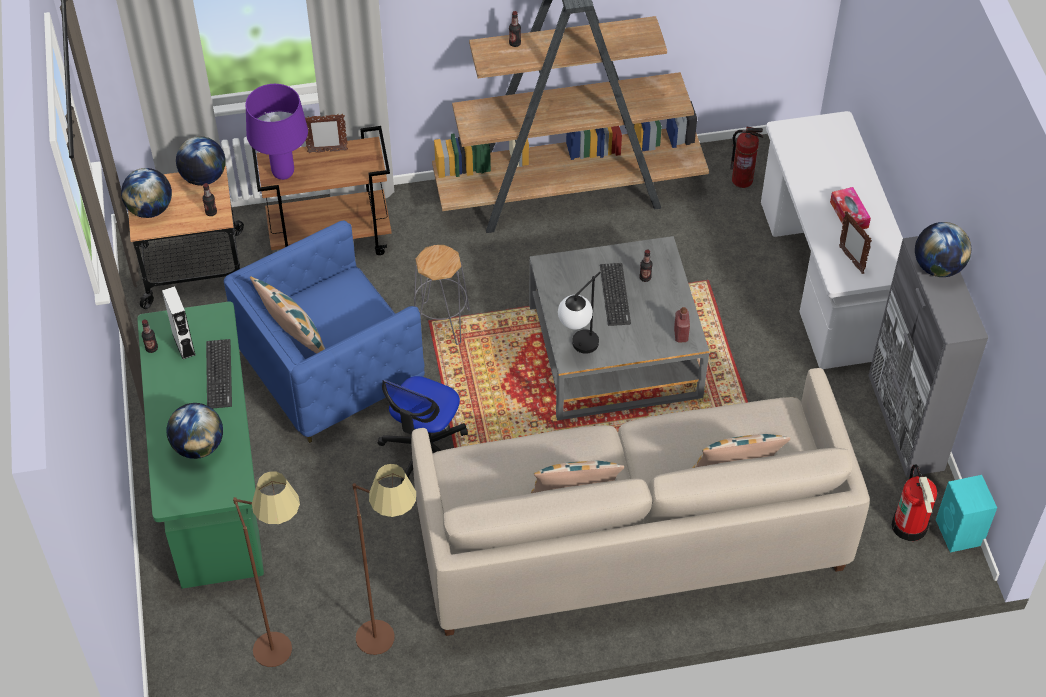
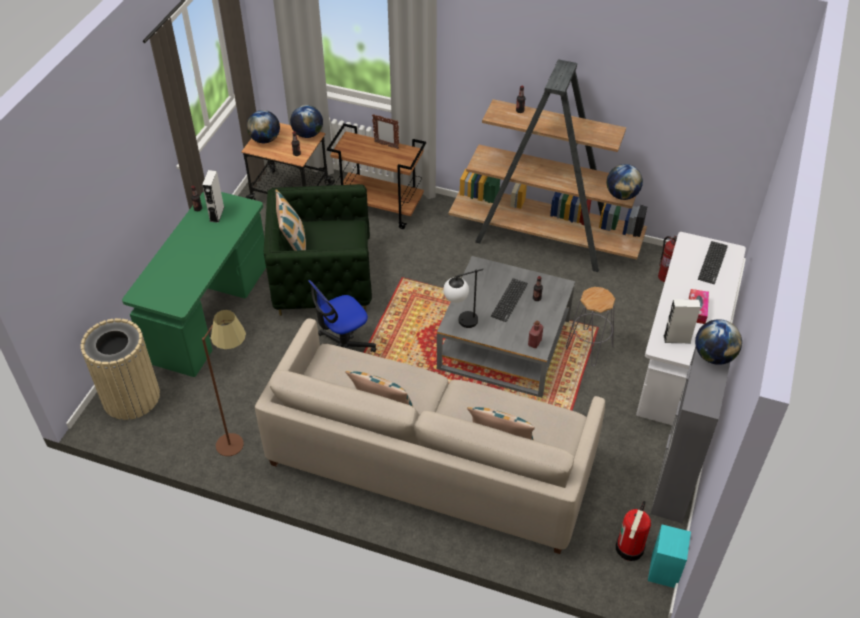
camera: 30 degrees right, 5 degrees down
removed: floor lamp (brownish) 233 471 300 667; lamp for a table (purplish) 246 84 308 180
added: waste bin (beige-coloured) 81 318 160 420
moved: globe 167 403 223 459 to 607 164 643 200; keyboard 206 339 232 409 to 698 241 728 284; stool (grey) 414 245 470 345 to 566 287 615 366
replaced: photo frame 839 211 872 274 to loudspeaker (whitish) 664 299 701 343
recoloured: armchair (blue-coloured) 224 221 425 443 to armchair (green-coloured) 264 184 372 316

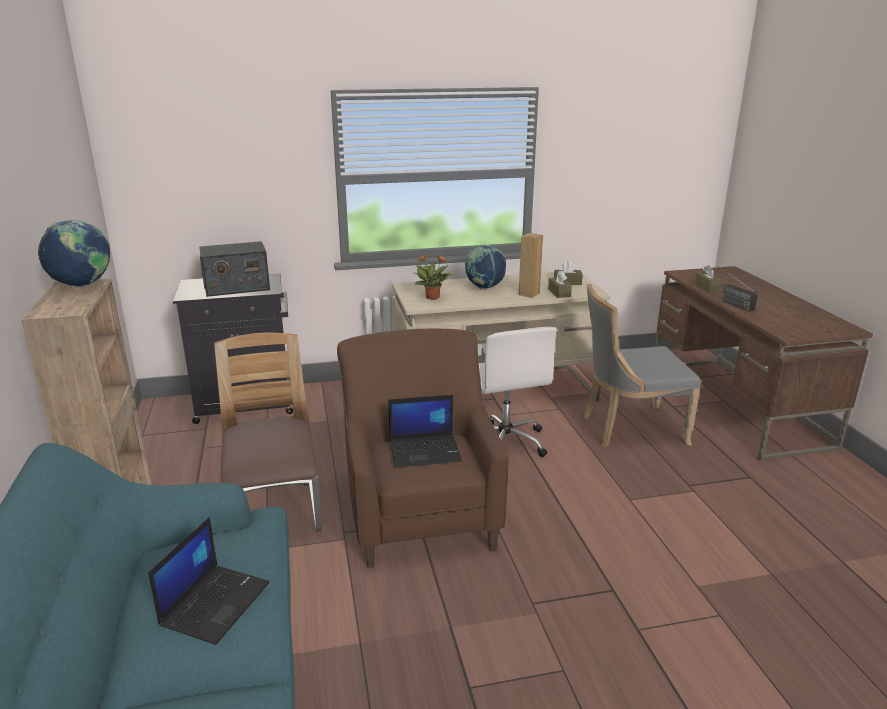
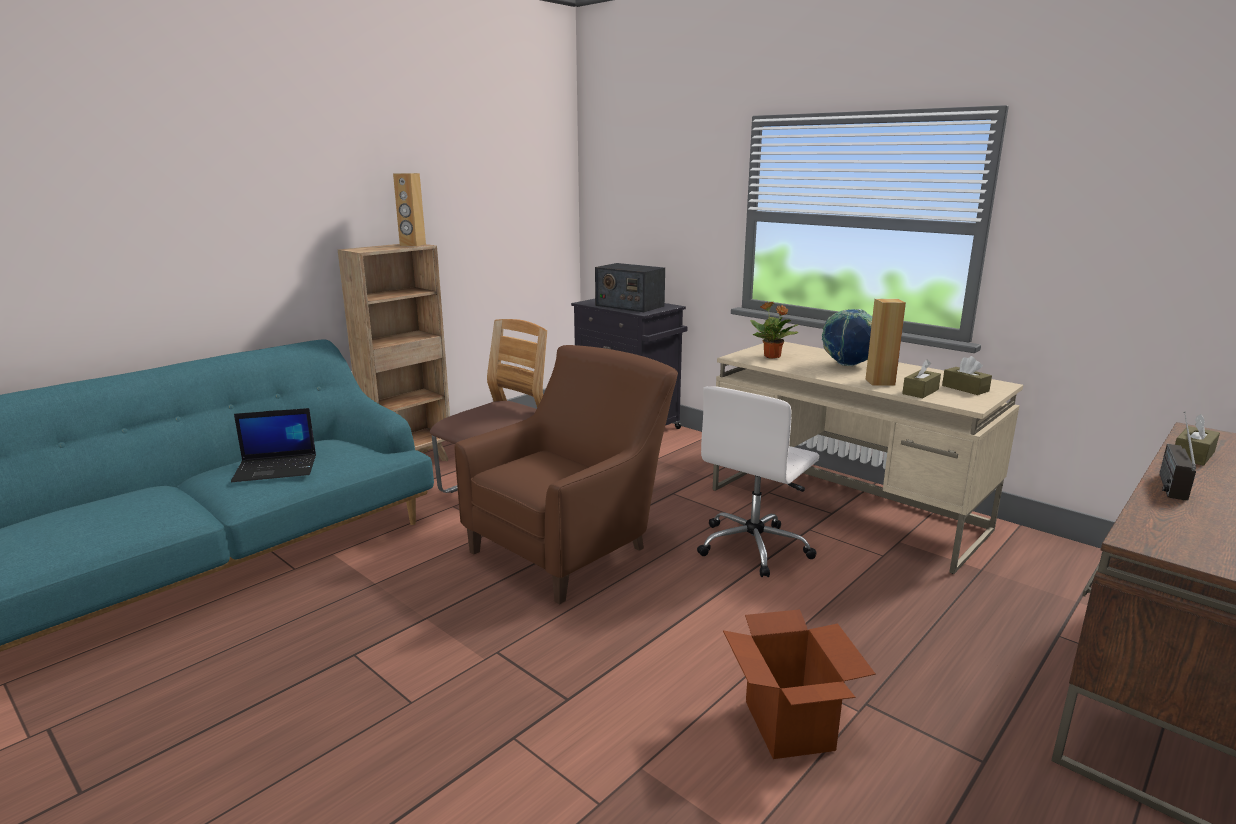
camera: 55 degrees right, 5 degrees down
removed: notebook computer 388 395 462 468; plain chair (grey) 583 284 701 447
added: carton 723 609 876 759
replaced: globe 38 220 110 288 to loudspeaker (brownish) 393 173 426 247

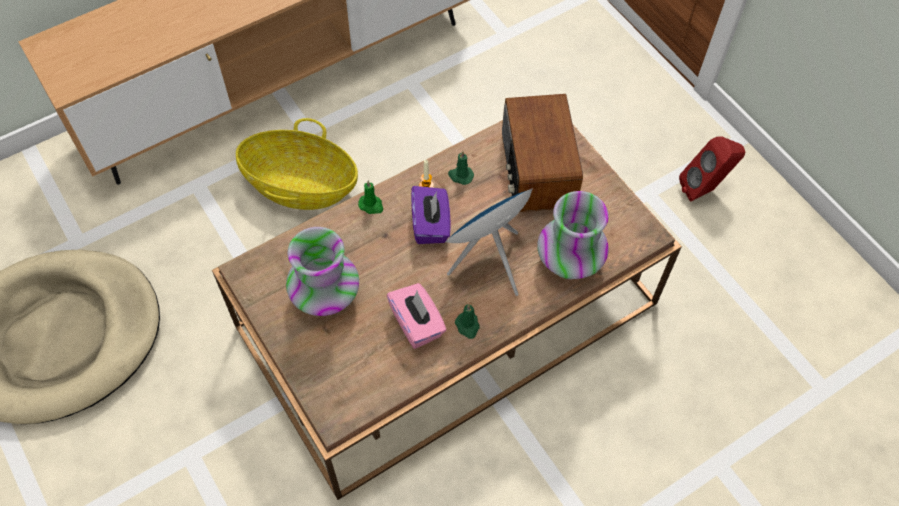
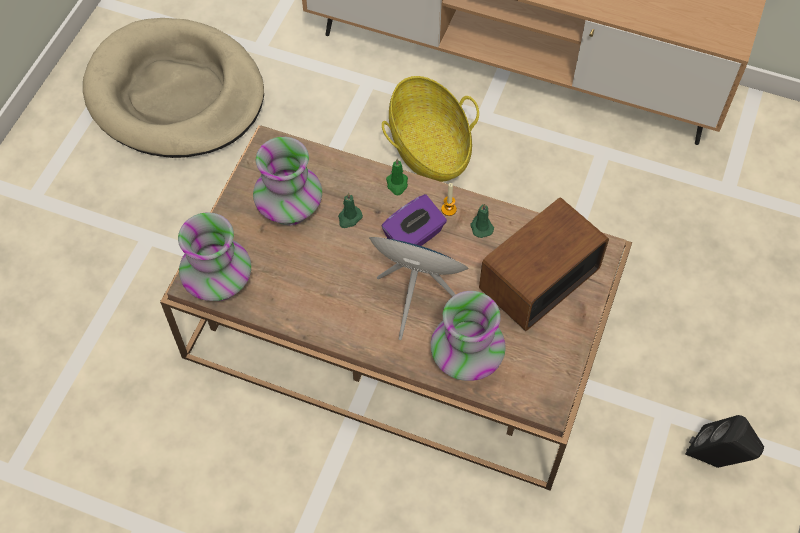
camera: 55 degrees right, 0 degrees up
removed: tissue holder (pink) 387 283 446 349
added: decorative vase 178 212 251 301
moved: wax light (green-coloured) 455 304 479 339 to 338 193 363 228
recoloured: loudspeaker (red-coloured) 679 136 745 202 to loudspeaker (black) 685 415 764 468

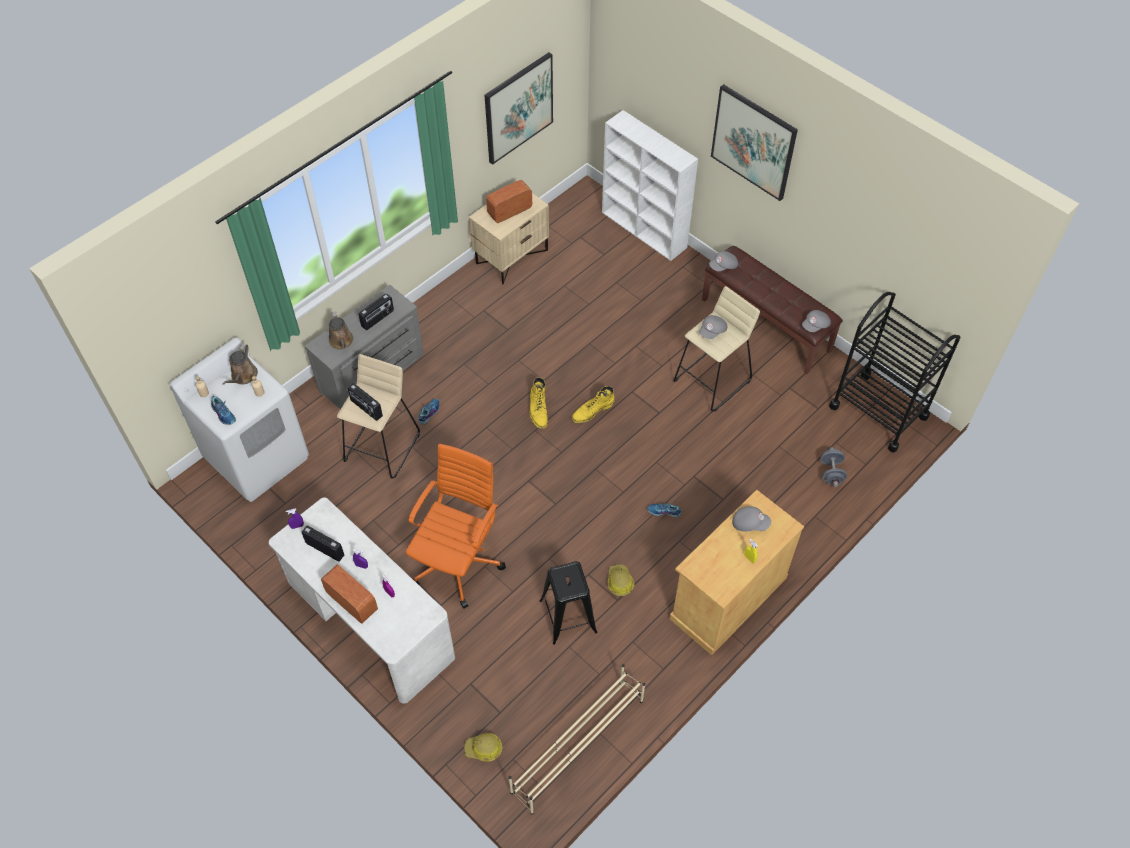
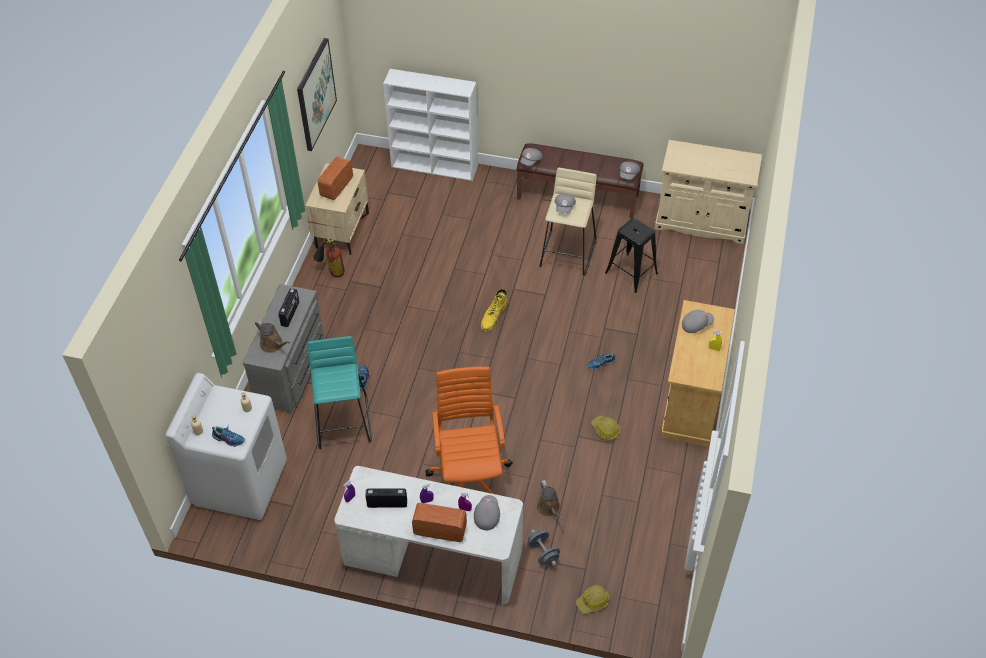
camera: 30 degrees left, 5 degrees down
removed: radio set 347 383 383 421; shoe rack (beige-coloured) 509 664 645 815; high-top boot (yellowish) 530 377 548 429; picture 711 84 798 201
added: fire-fighting cylinder 313 237 345 278; peaked cap (grey) 474 495 500 530
moved: watering pot (brownish) 222 344 258 385 to 536 480 562 520; stool (black) 540 561 597 645 to 605 218 658 293; dumbbell (grey) 820 447 847 487 to 527 529 560 566
replaced: wheeled cart (black) 829 292 961 453 to storage cabinet (beige-coloured) 655 140 762 244
recoloured: stool (beige-coloured) 337 354 420 478 to stool (blue-green) 307 336 372 449

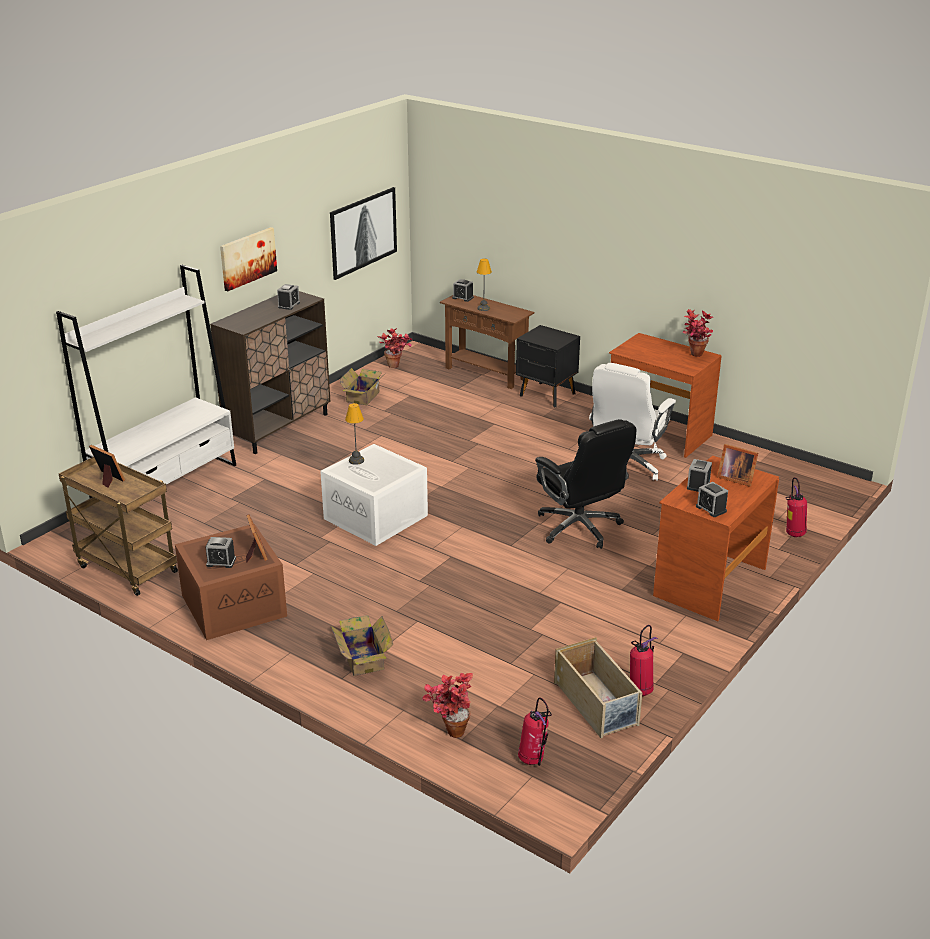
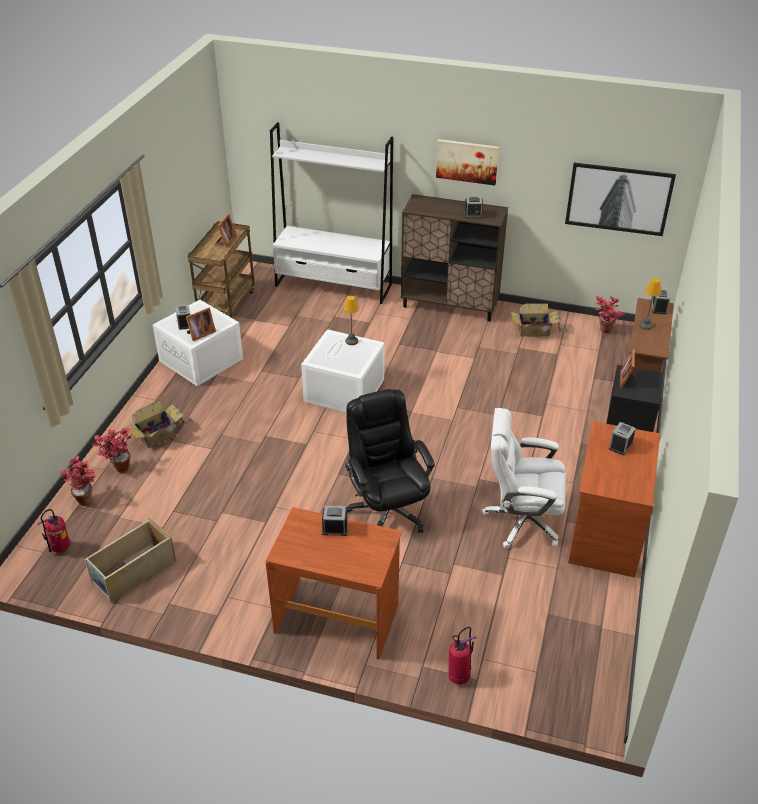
camera: 70 degrees right, 10 degrees up
removed: fire-fighting cylinder 630 625 658 696
moved: houseplant 683 309 713 357 to 92 428 132 473; table clock 696 482 728 517 to 609 422 636 455; photo frame 717 444 758 487 to 620 349 637 388
recoloured: storage box (brownish) 175 524 287 640 to storage box (whitish) 153 300 243 386
turned: computer chair (black) 535 419 636 549 = 345 389 435 533 120 degrees clockwise

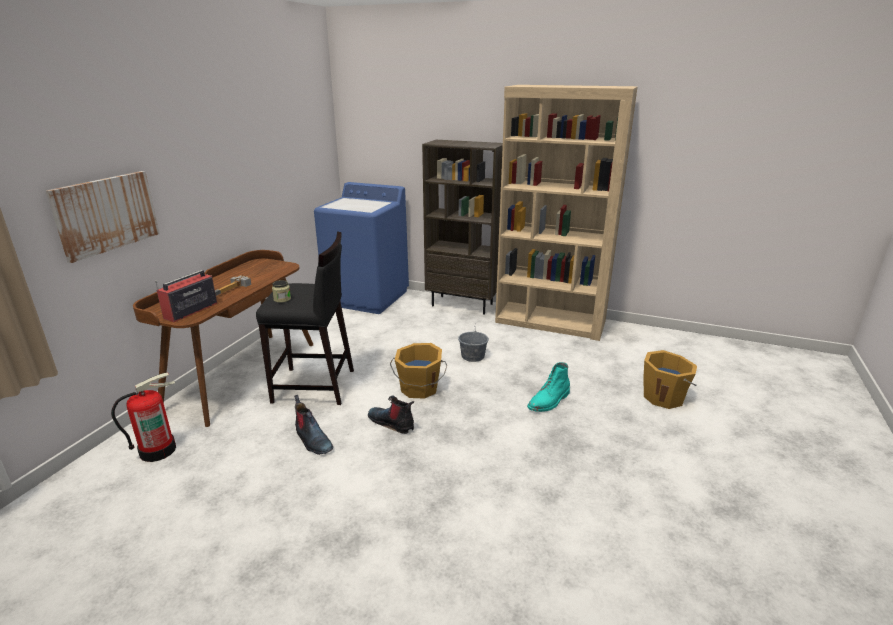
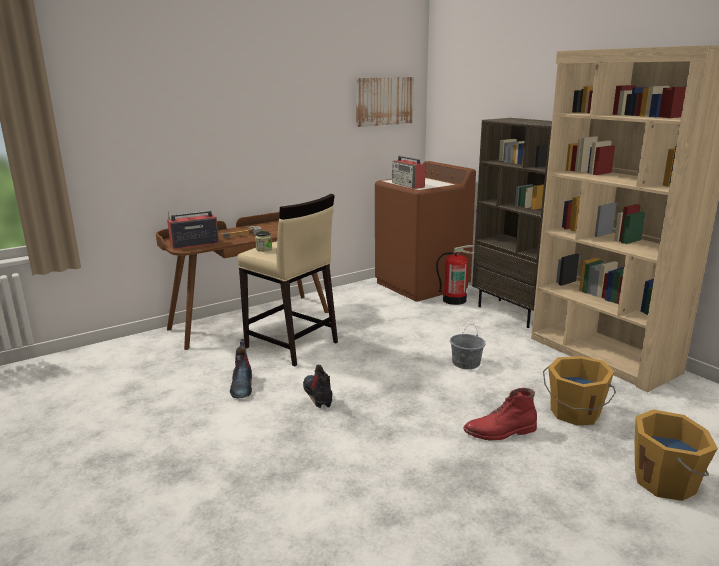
camera: 35 degrees right, 5 degrees down
added: radio set 392 156 426 189
moved: picture 46 171 160 263 to 356 77 414 127; fire-fighting cylinder 111 372 176 462 to 436 245 475 305; pail (orangey) 390 343 447 399 to 543 356 616 425
recoloured: stool (black) 256 231 354 405 to stool (beige-coloured) 237 194 338 366; laundry appliance (blue-coloured) 314 182 409 314 to laundry appliance (brownish) 375 161 476 302; high-top boot (blue-green) 527 362 570 412 to high-top boot (red-coloured) 463 388 537 441

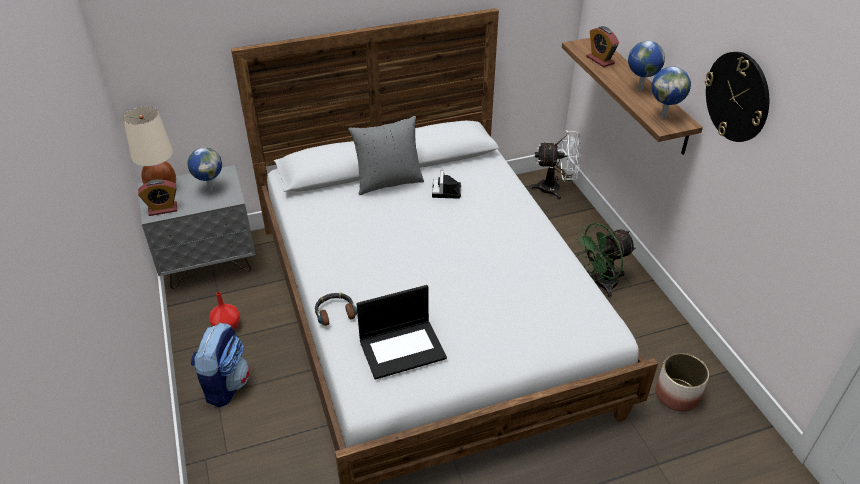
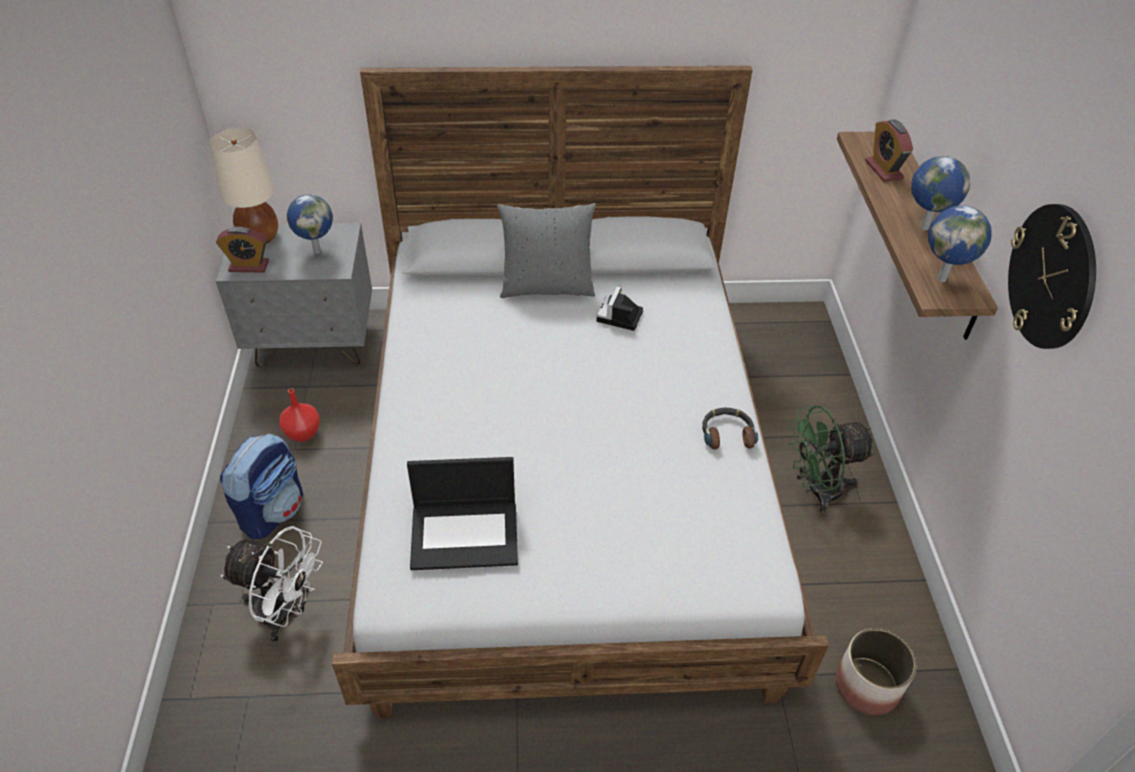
camera: 15 degrees right, 5 degrees up
moved: headset 315 293 357 326 to 702 408 758 449; cooling fan (whitish) 529 130 581 200 to 220 526 323 642

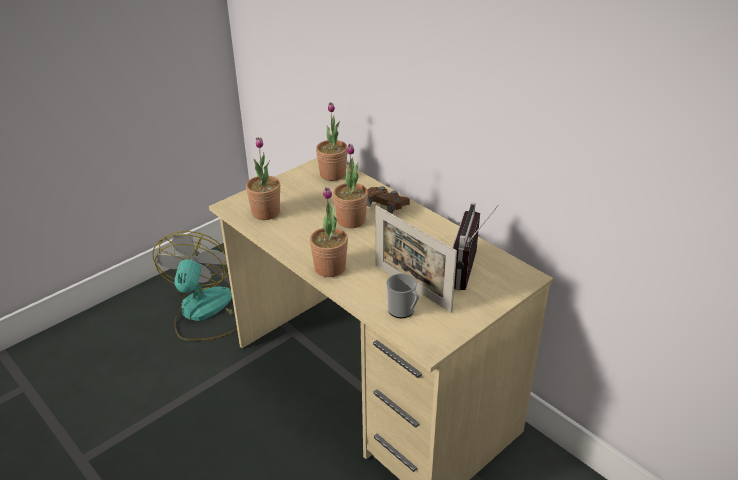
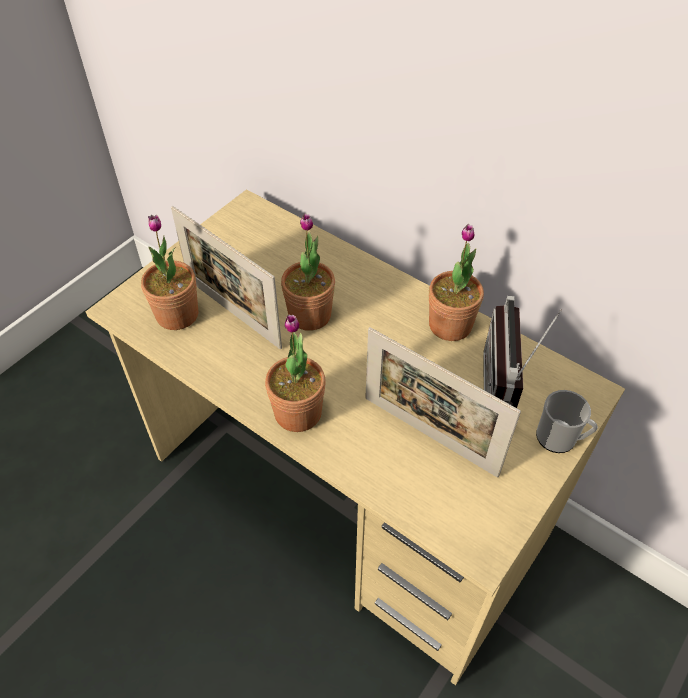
camera: 10 degrees left, 15 degrees up
removed: cooling fan 153 231 237 341; joypad (brownish) 367 186 410 214
added: photo frame 171 206 282 349
moved: houseplant 316 102 347 181 to 429 224 484 341; mug 386 273 419 318 to 536 390 598 453

